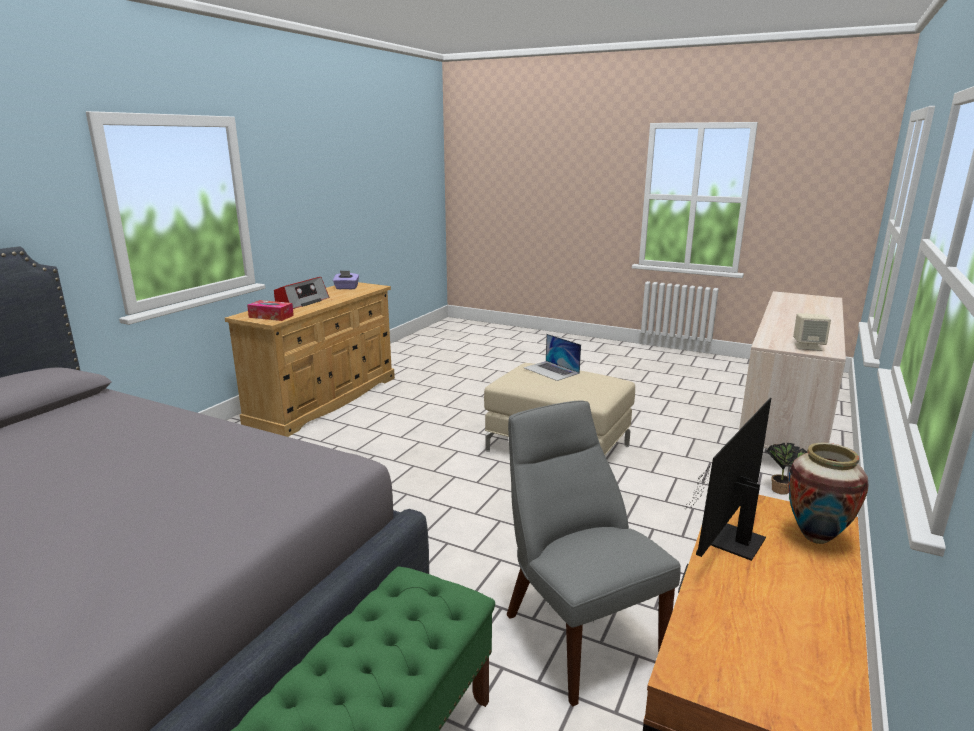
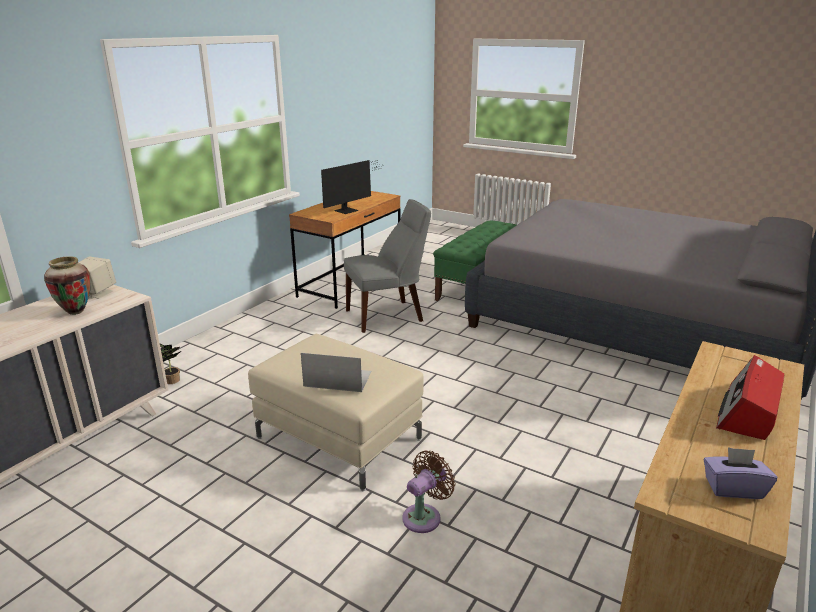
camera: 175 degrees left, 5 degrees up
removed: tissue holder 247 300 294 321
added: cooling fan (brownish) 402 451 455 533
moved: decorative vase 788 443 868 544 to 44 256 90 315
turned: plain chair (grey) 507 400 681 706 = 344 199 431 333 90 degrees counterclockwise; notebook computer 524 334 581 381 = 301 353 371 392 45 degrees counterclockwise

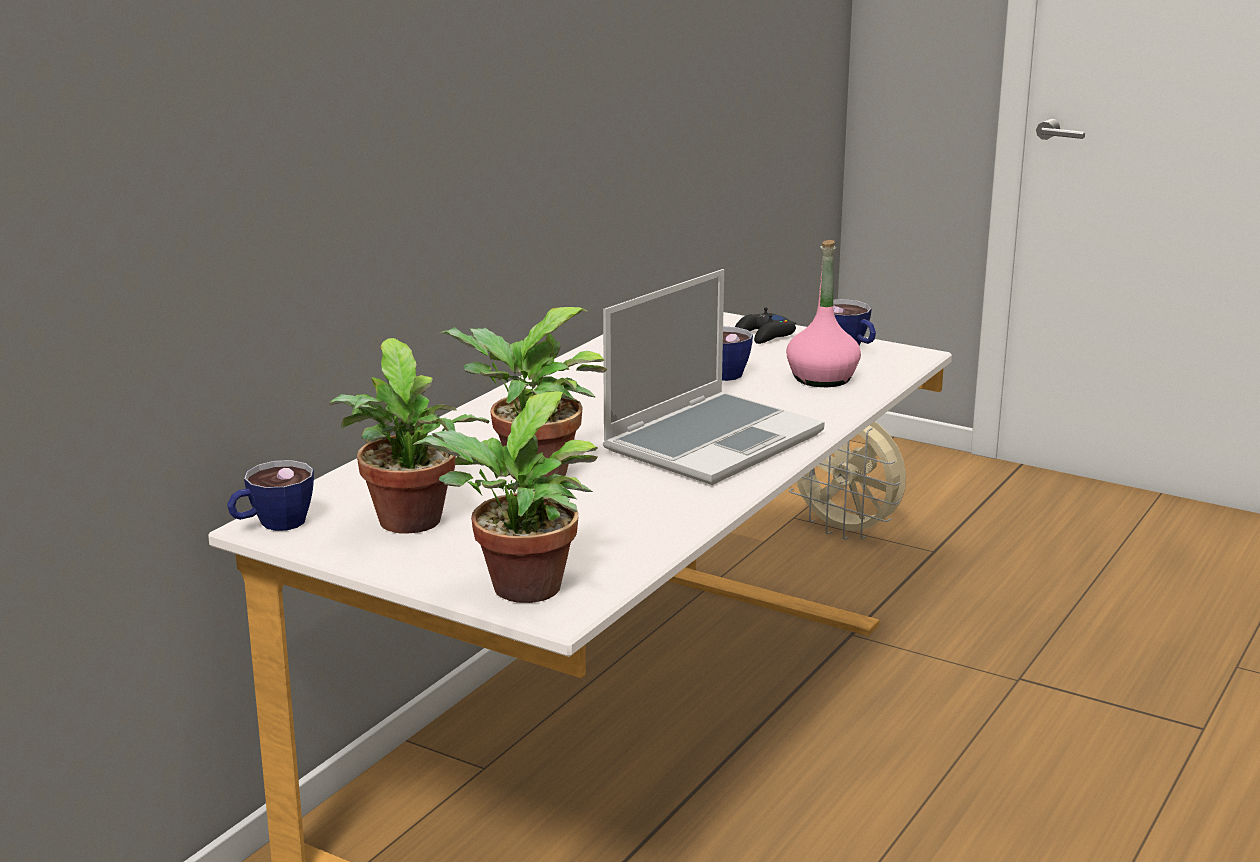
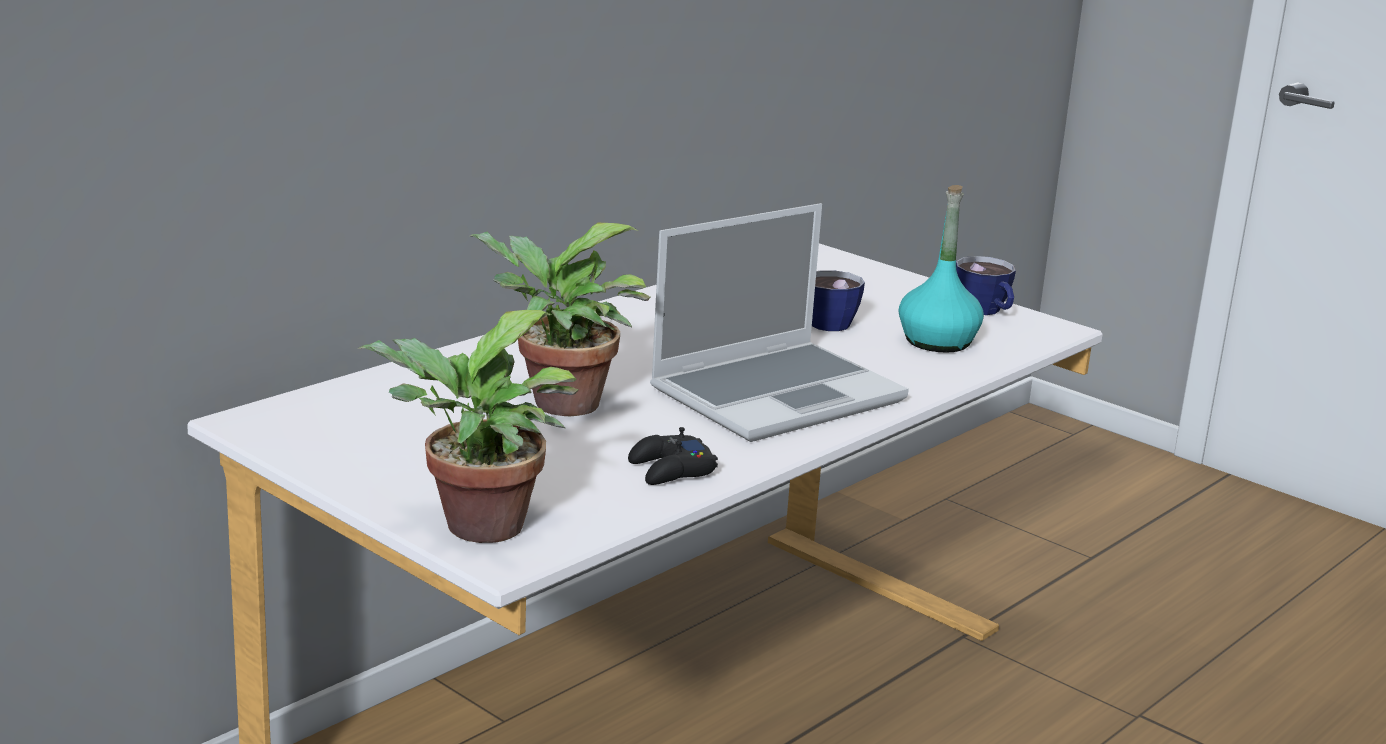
camera: 10 degrees right, 0 degrees up
removed: cup 227 460 314 531; houseplant 330 338 490 534; cooling fan (beige-coloured) 789 422 906 540
moved: joypad (black) 735 308 796 344 to 628 427 718 485
recoloured: drink bottle (pink) 786 240 861 387 to drink bottle (blue-green) 899 185 984 352

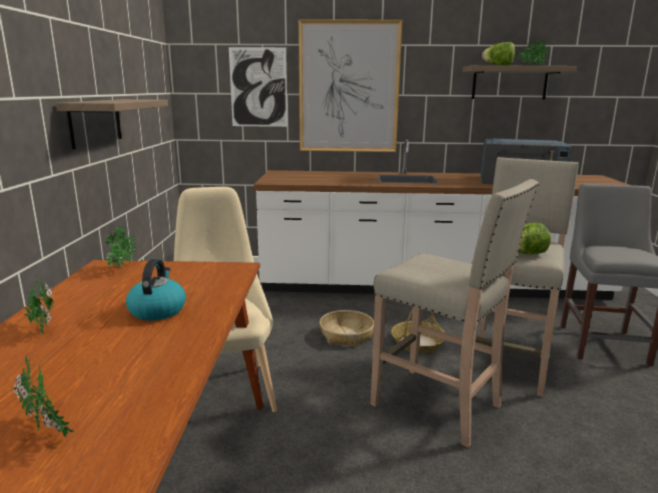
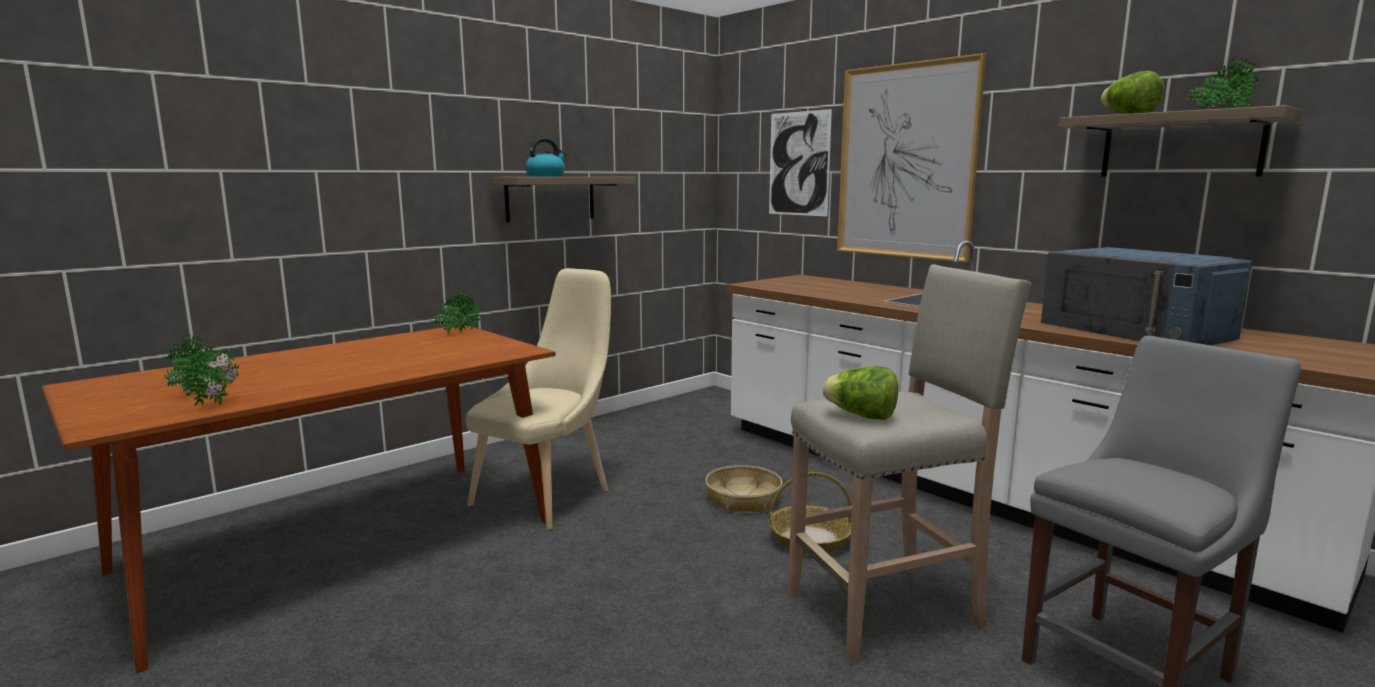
camera: 45 degrees right, 5 degrees down
removed: stool (beige-coloured) 370 179 539 448
moved: houseplant 23 282 54 334 to 184 345 239 405; tea kettle 126 259 186 321 to 525 138 566 176

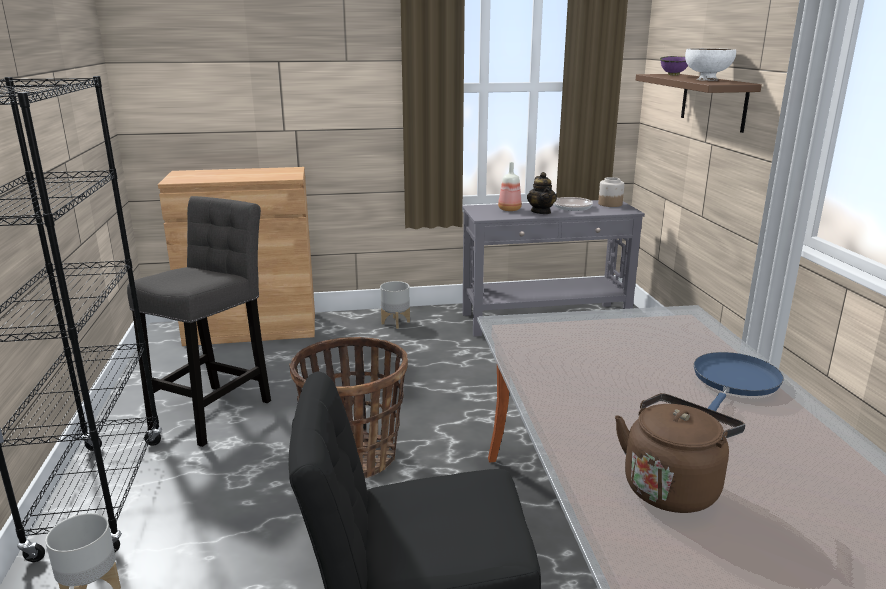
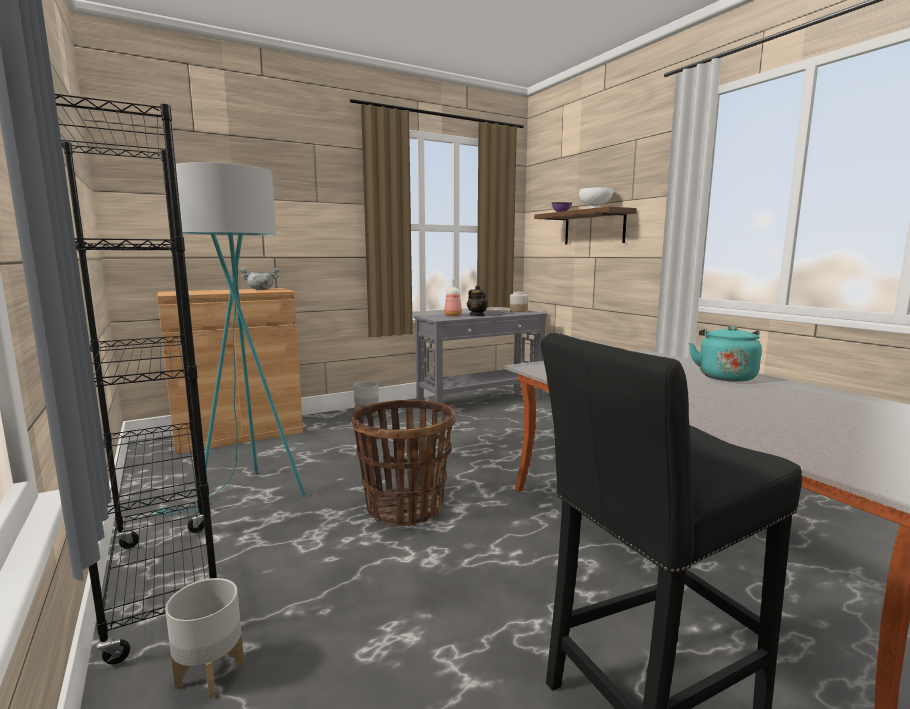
camera: 20 degrees left, 10 degrees down
removed: tea kettle (brownish) 615 393 745 513
added: stockpot (grey) 240 268 279 290
replaced: stool (grey) 127 196 271 447 to floor lamp (blue-green) 156 162 305 515; skillet (blue-coloured) 694 352 784 411 to tea kettle (blue-green) 689 326 762 382

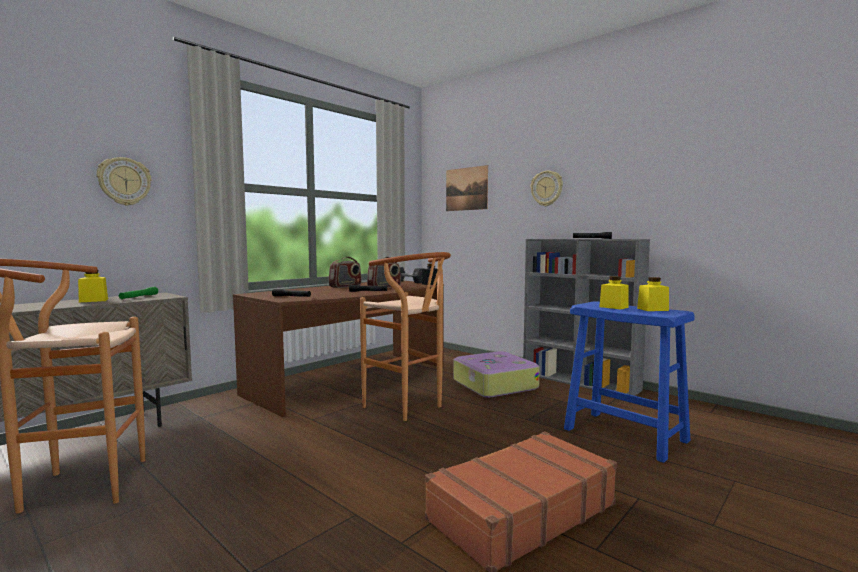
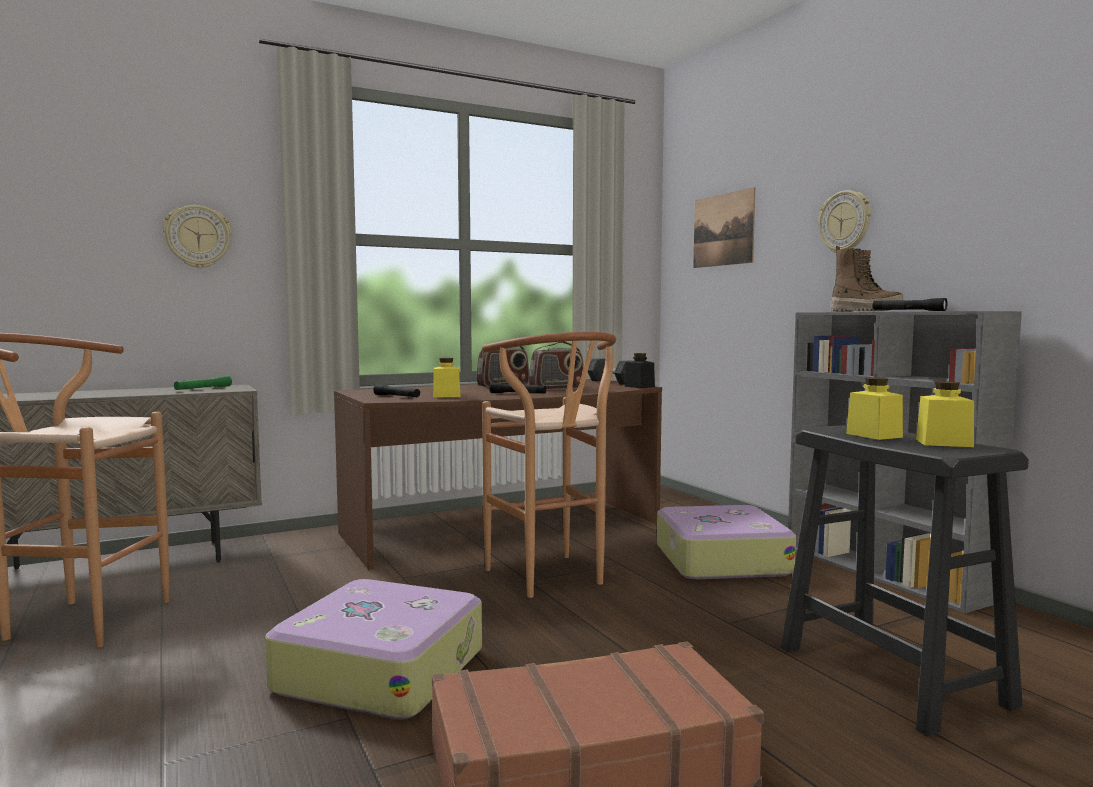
camera: 20 degrees right, 0 degrees up
added: suitcase 265 579 482 720; high-top boot 831 246 903 312
moved: storage jar (yellowish) 78 270 108 302 to 433 358 461 398
recoloured: stool (blue-coloured) 564 301 695 463 to stool (black) 781 425 1029 737

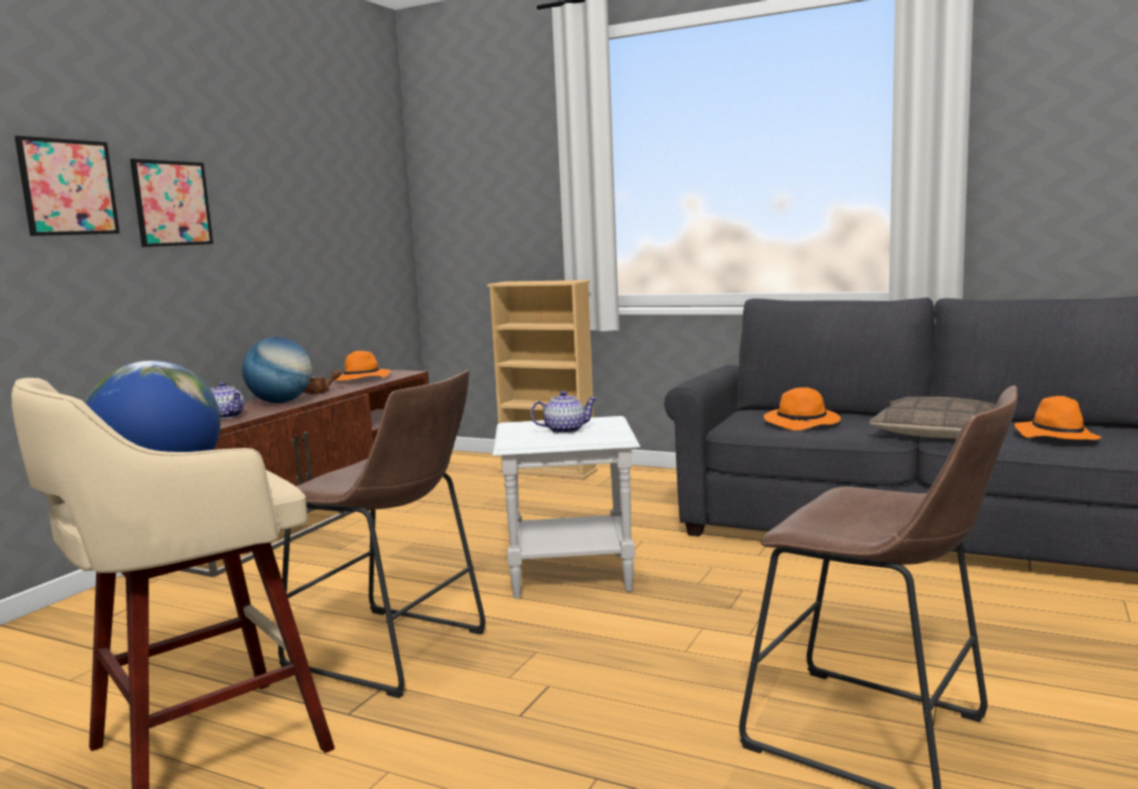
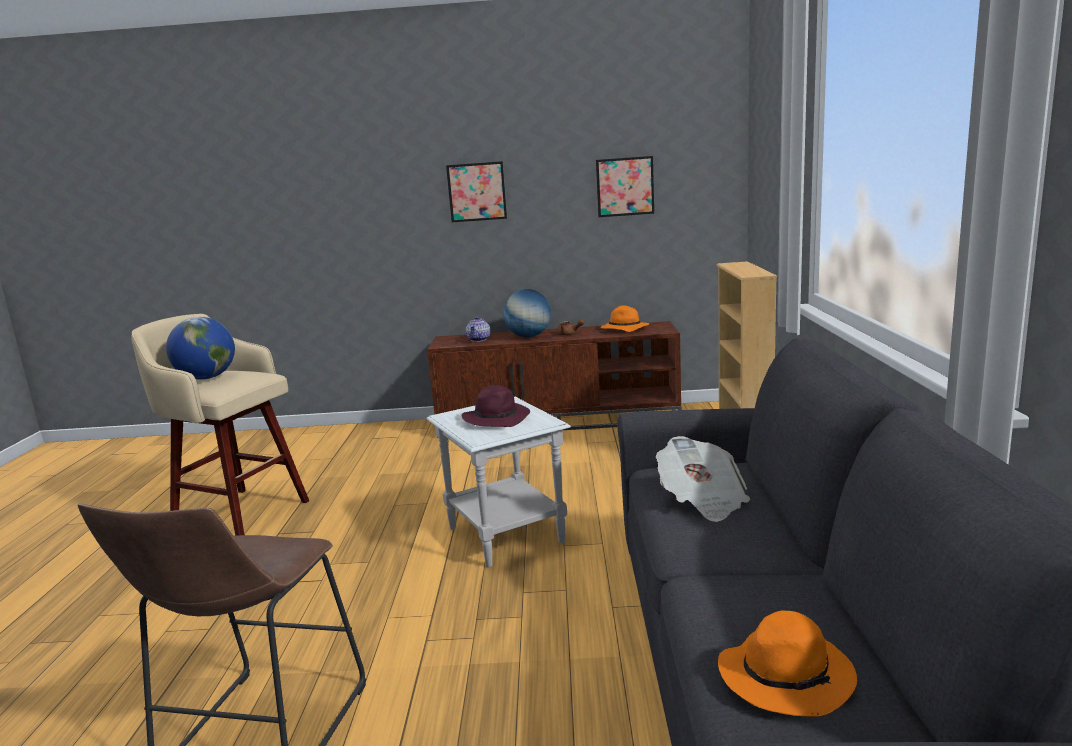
camera: 65 degrees right, 5 degrees up
removed: stool (brownish) 278 370 485 698; throw pillow 869 397 996 438
moved: picture 15 136 120 236 to 596 156 654 217
replaced: tea pot 530 391 598 434 to clothing hat (purplish) 462 385 530 427; clothing hat (orangey) 764 387 841 431 to printed paper 656 436 750 522

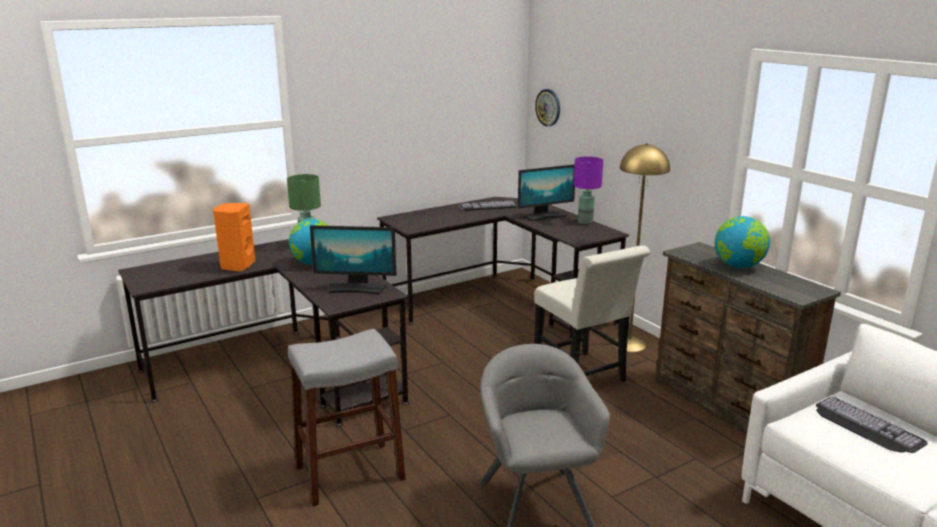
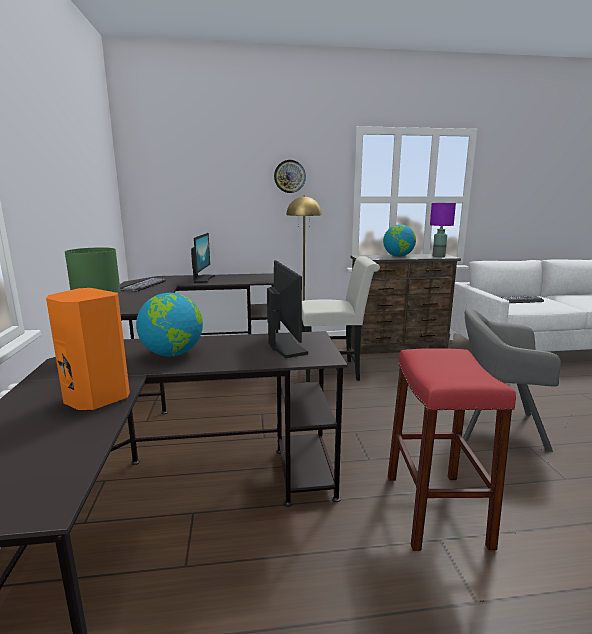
camera: 65 degrees left, 5 degrees down
moved: wall clock 535 89 560 126 to 274 160 306 193; lamp for a table (purplish) 573 157 603 224 to 430 203 456 257
recoloured: stool (grey) 288 329 406 507 to stool (red-coloured) 388 348 516 551
turned: monitor 310 225 397 295 = 267 260 308 358 45 degrees counterclockwise

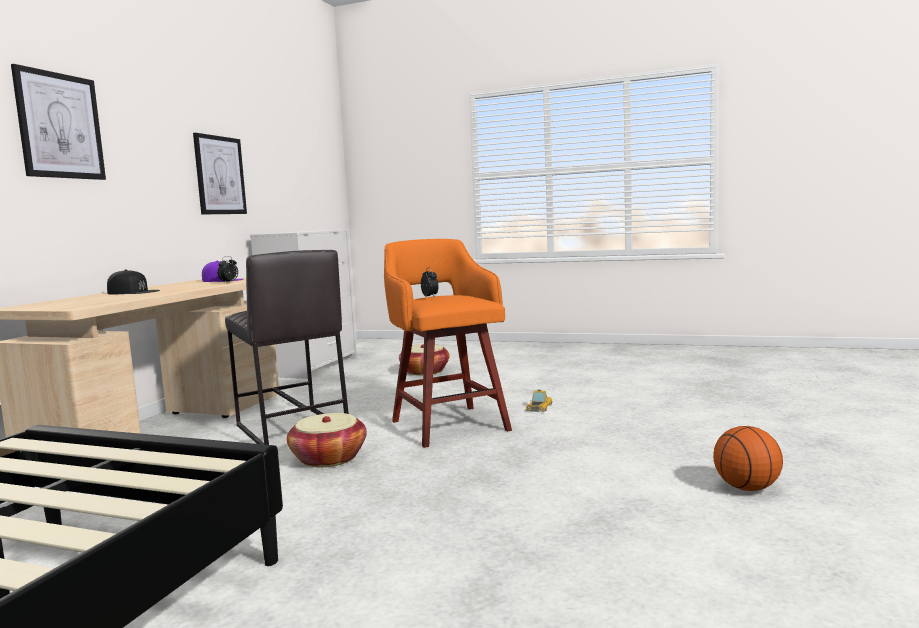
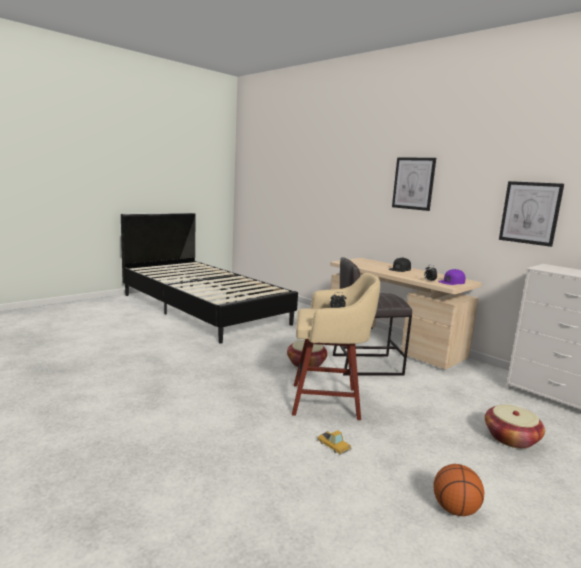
camera: 115 degrees right, 5 degrees up
moved: basketball 713 426 783 491 to 434 464 484 516
recoloured: stool (orangey) 384 239 512 448 to stool (beige-coloured) 292 273 380 420

